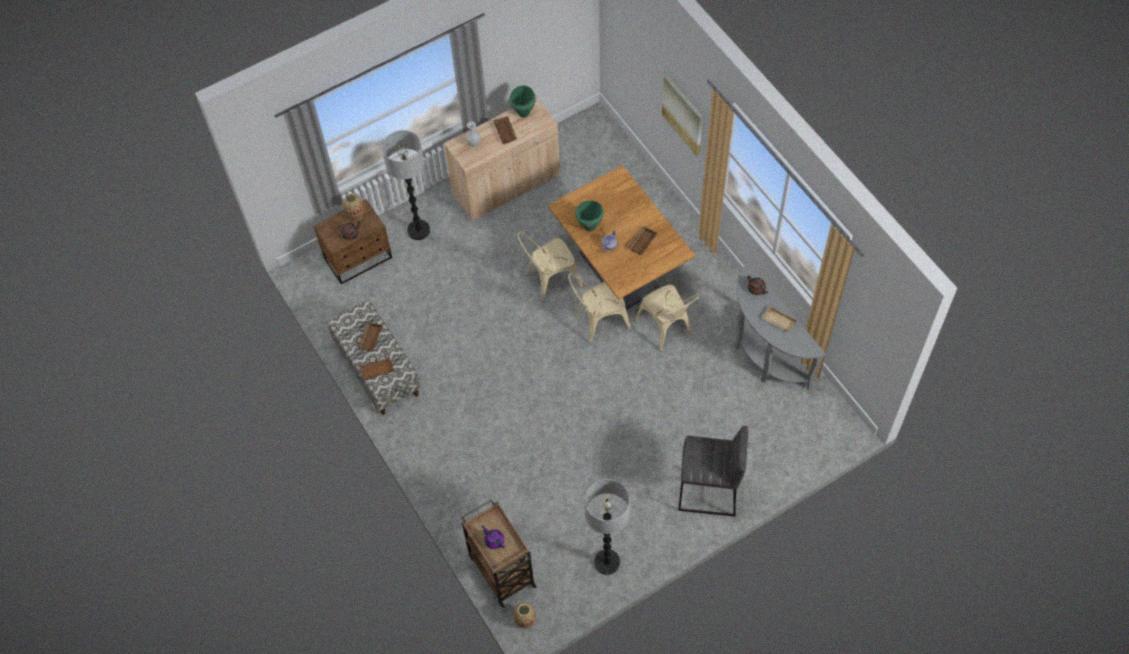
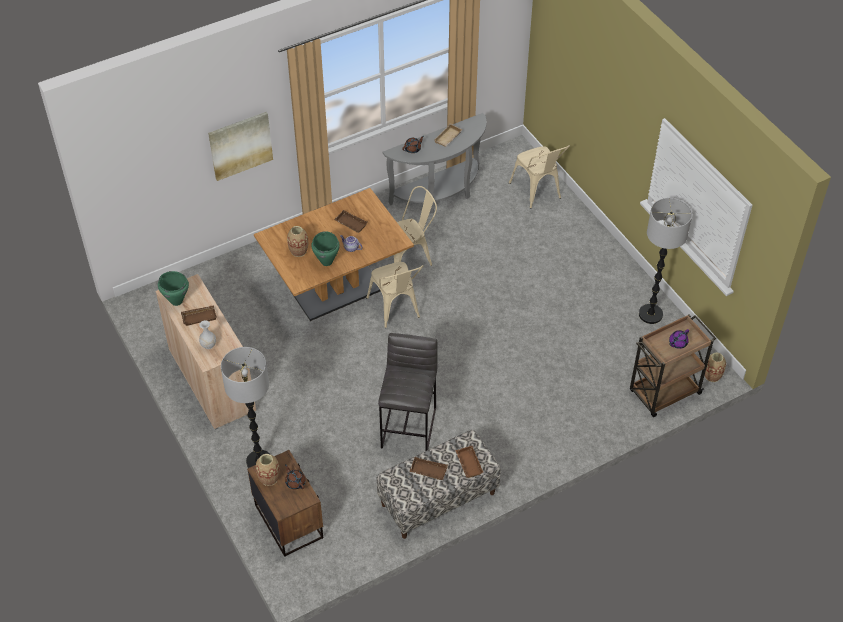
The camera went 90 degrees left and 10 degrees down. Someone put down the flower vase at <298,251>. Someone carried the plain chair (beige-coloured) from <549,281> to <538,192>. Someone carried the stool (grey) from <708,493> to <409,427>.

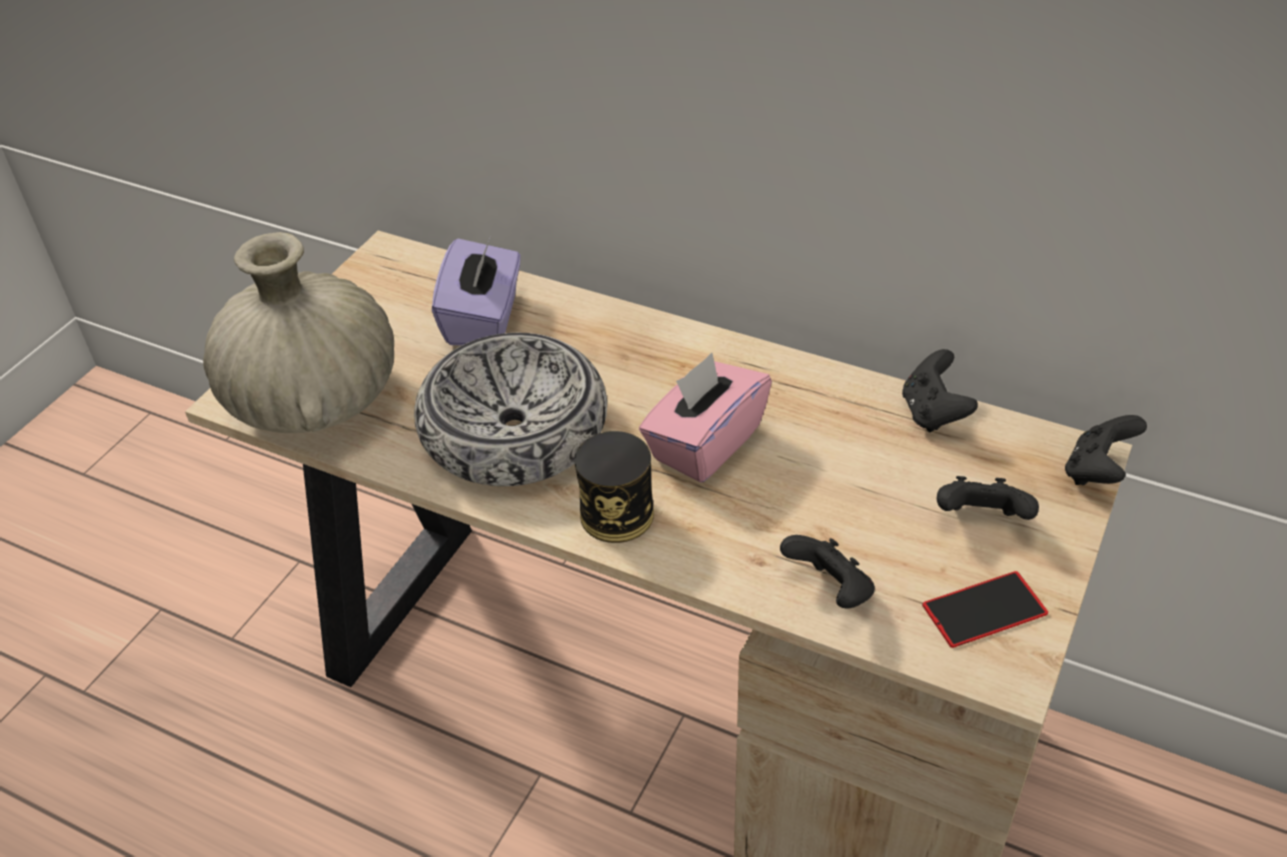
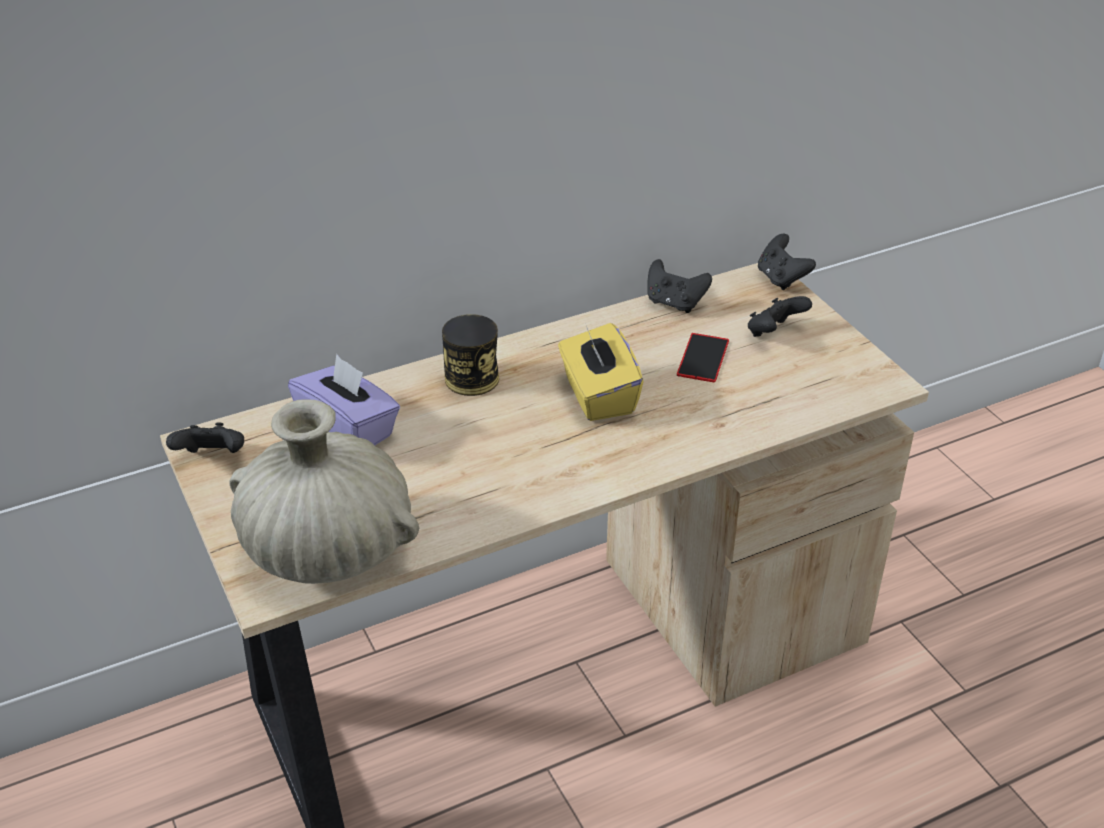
The camera went 55 degrees left and 5 degrees down. Someone took away the deep dish at <515,430>. Someone carried the can from <617,514> to <471,378>. Someone carried the gamepad (black-coloured) from <830,591> to <212,458>. Someone carried the telephone from <984,609> to <703,358>. Someone repainted the tissue holder (pinkish) at <705,443>, which became the tissue holder (yellowish) at <598,396>.

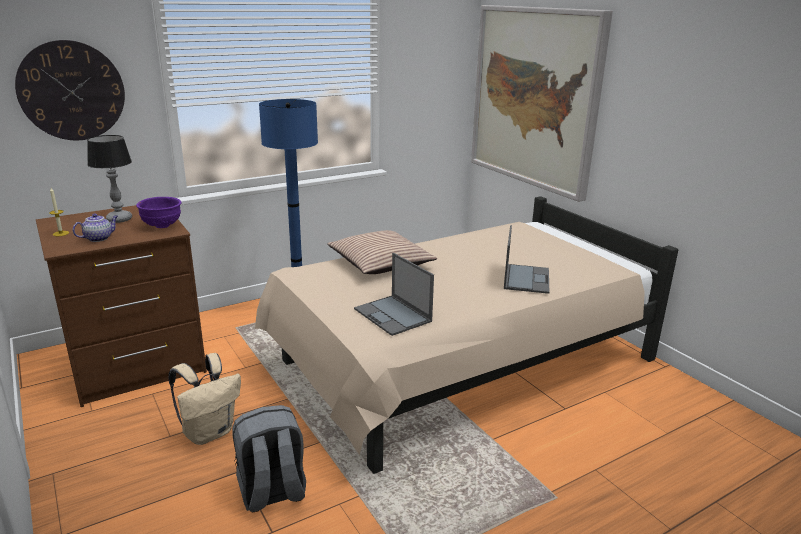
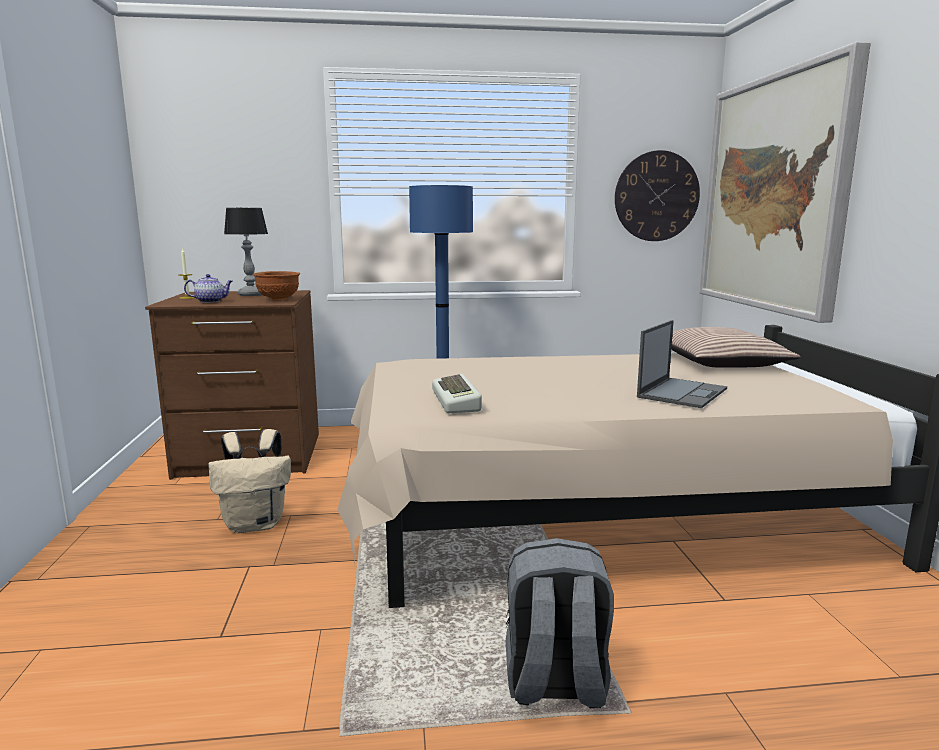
The camera went 25 degrees right and 10 degrees down. Someone carried the clock on the wall from <72,91> to <656,196>. Someone carried the backpack (grey) from <272,492> to <554,684>. Someone carried the cushion from <381,263> to <720,362>. Someone swapped the notebook computer at <393,315> for the keyboard at <458,401>. Someone repainted the deep dish (purple-coloured) at <162,226>, which became the deep dish (brownish) at <278,299>.

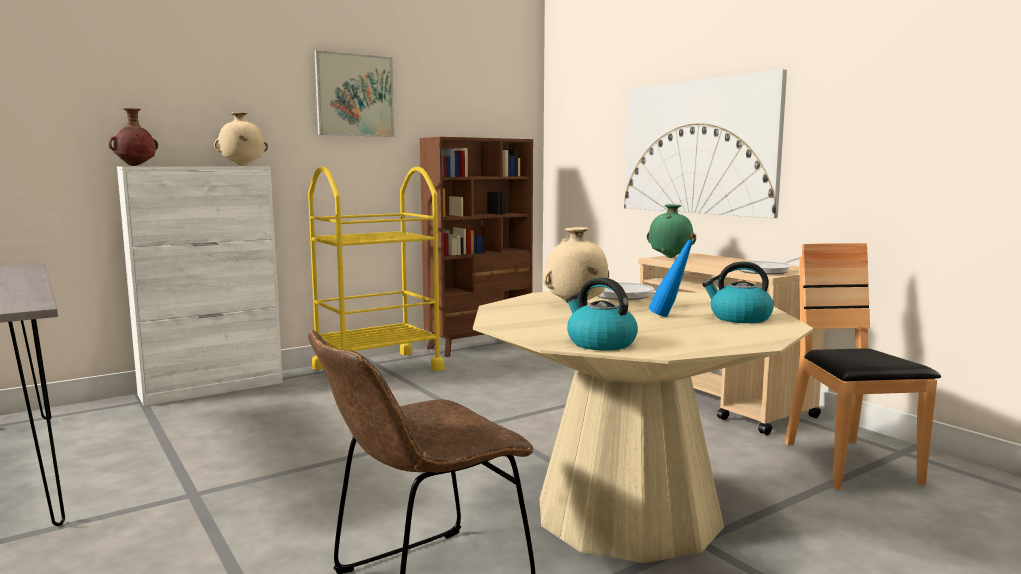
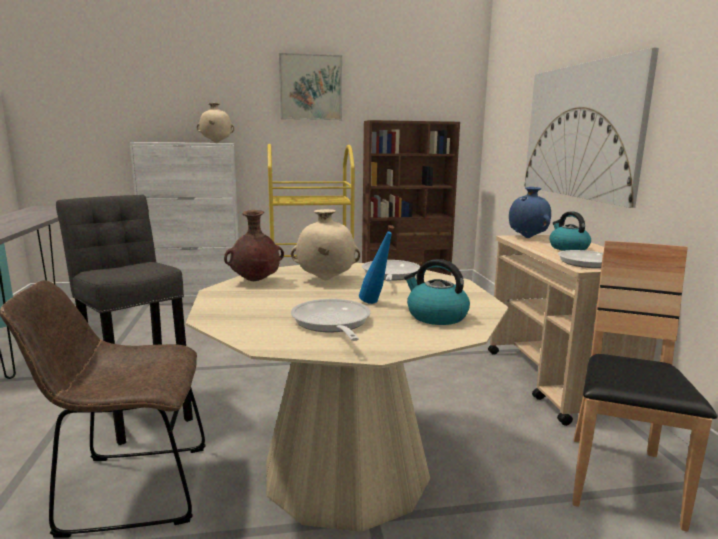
The camera went 25 degrees right and 5 degrees up. Someone put down the stool (grey) at <139,408>. Someone put down the pan at <331,323>. Someone carried the flower vase (brownish) from <135,166> to <255,282>. Someone carried the kettle from <600,343> to <568,248>. Someone repainted the flower vase (green-coloured) at <670,258>, which became the flower vase (blue) at <527,238>.

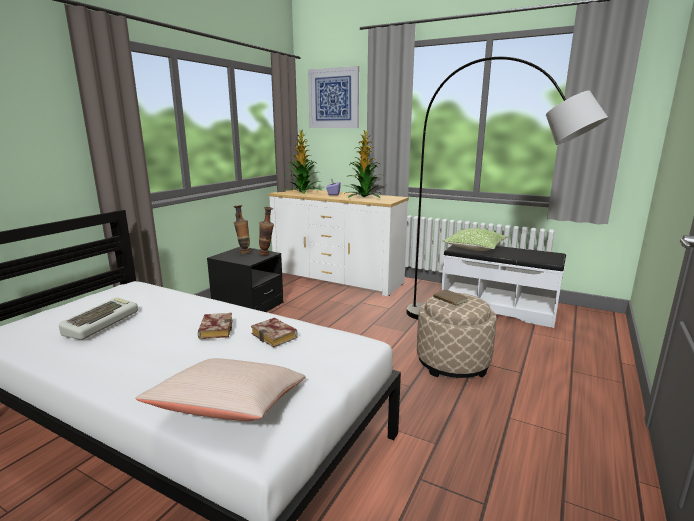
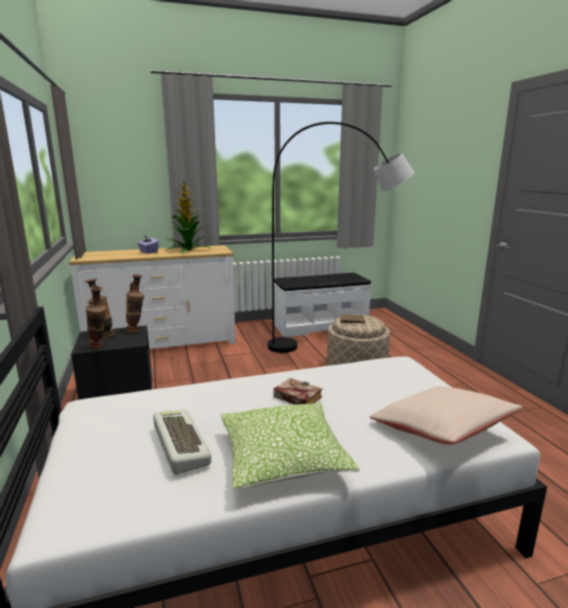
The camera went 45 degrees left and 0 degrees up. Someone took away the volume at <276,336>. Someone took away the plant in a pot at <303,192>. Someone took away the wall picture at <333,98>. Someone put down the flower vase at <99,347>. Someone carried the cushion from <474,248> to <283,458>.

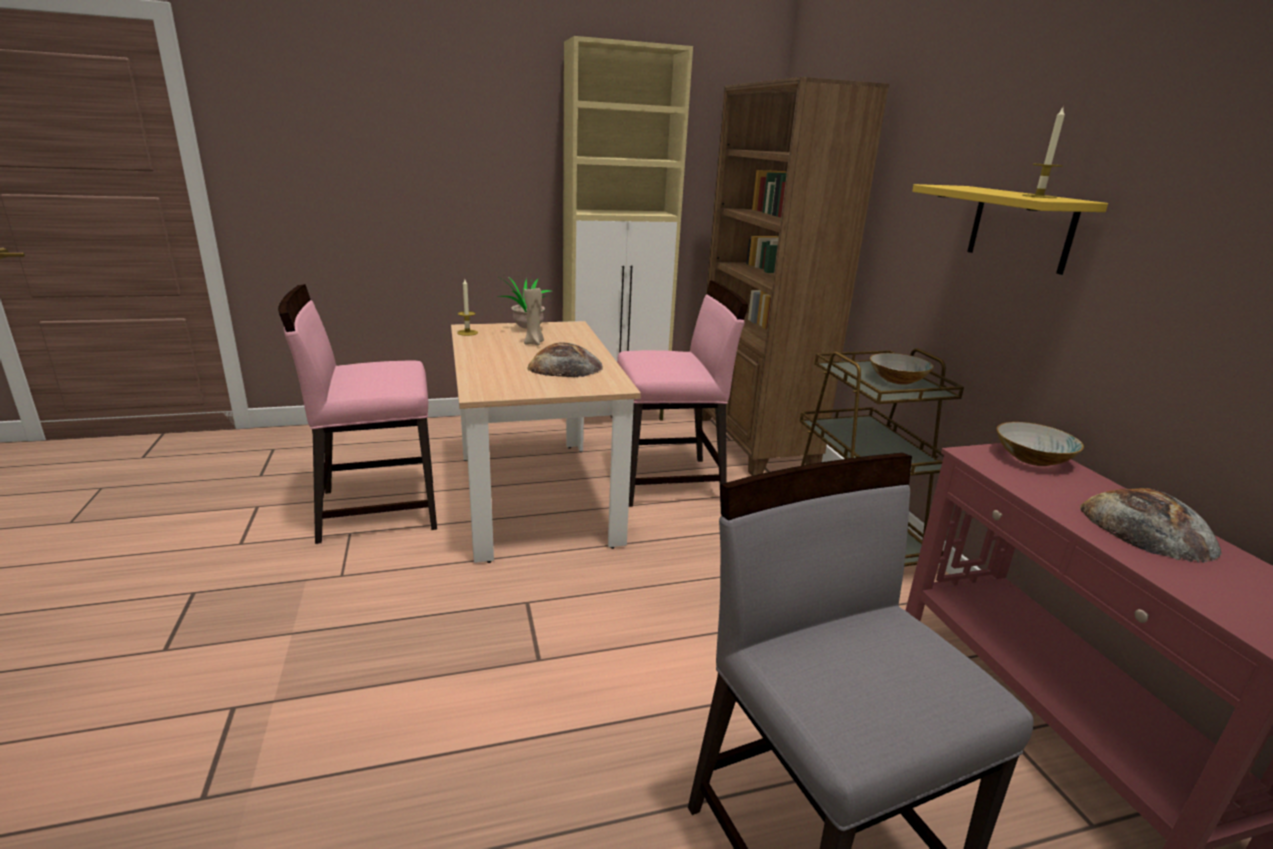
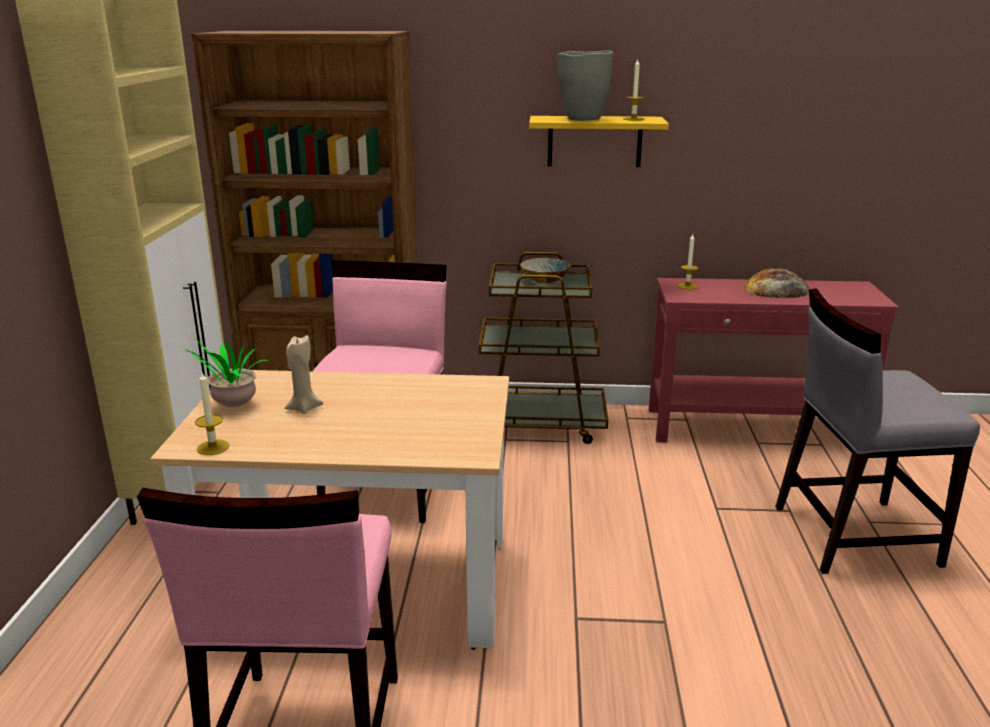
The camera went 70 degrees left and 0 degrees up. Someone took away the baked bread at <565,366>. Someone put down the flower vase (grey) at <582,119>. Someone swapped the deep dish at <1032,459> for the wax candle at <687,286>.

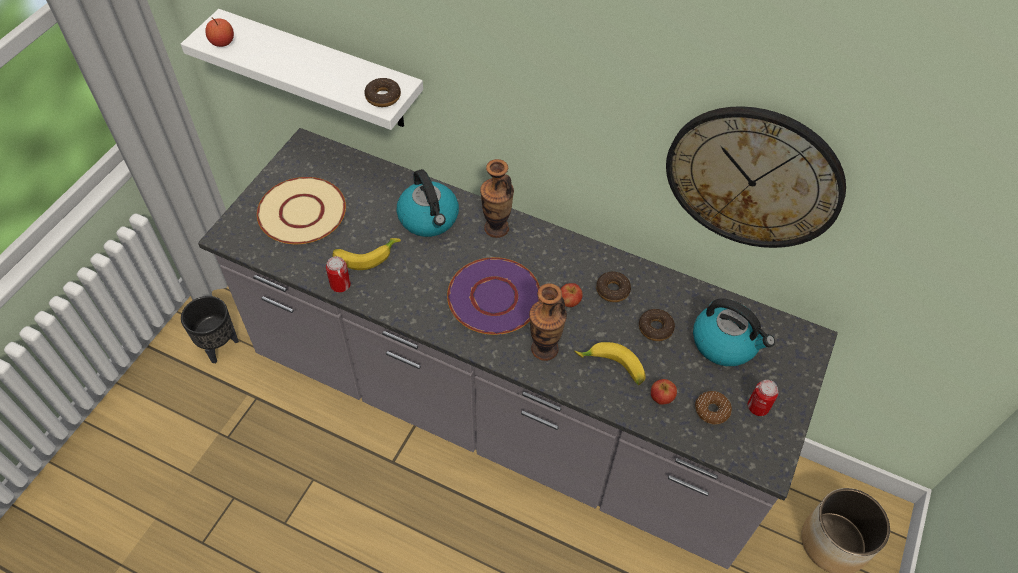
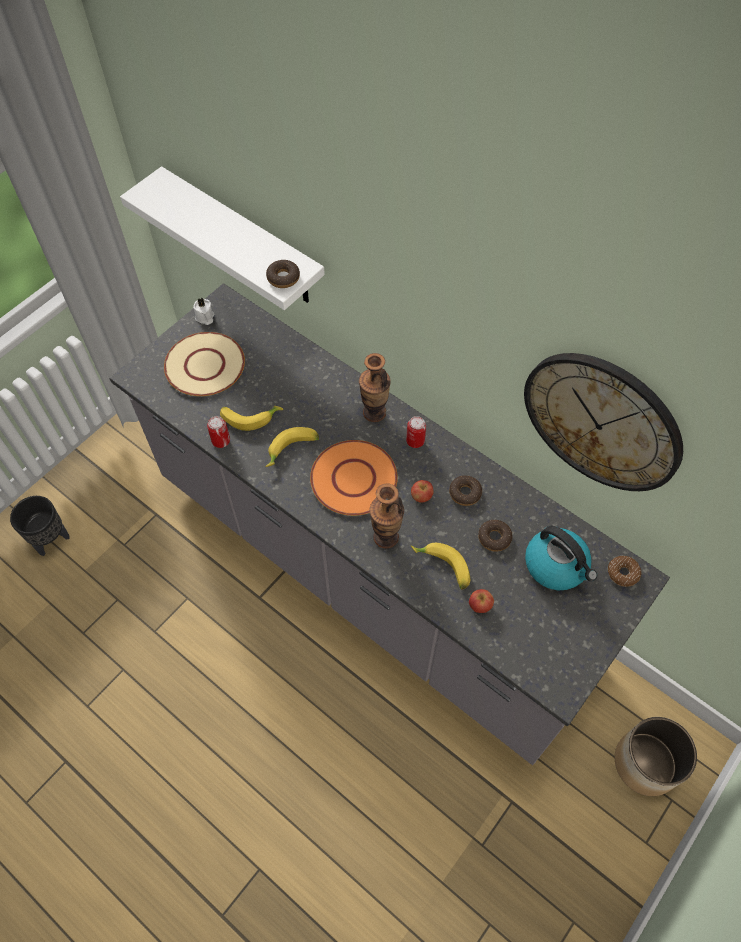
The camera went 15 degrees right and 5 degrees up. Someone took away the apple at <222,42>. Someone took away the kettle at <429,219>. Someone put down the wax candle (white) at <205,318>. Someone put down the banana fruit at <292,451>. Someone carried the plant pot (black-coloured) from <219,347> to <50,540>. Someone carried the ring doughnut from <712,410> to <623,573>. Someone carried the can from <758,407> to <415,441>. Someone repainted the plate (purple-coloured) at <494,297>, which became the plate (orange-coloured) at <354,478>.

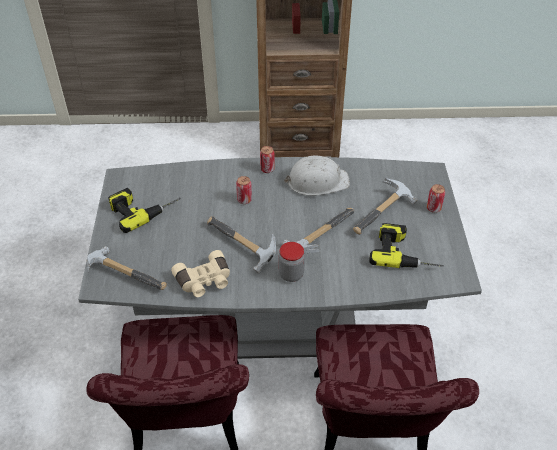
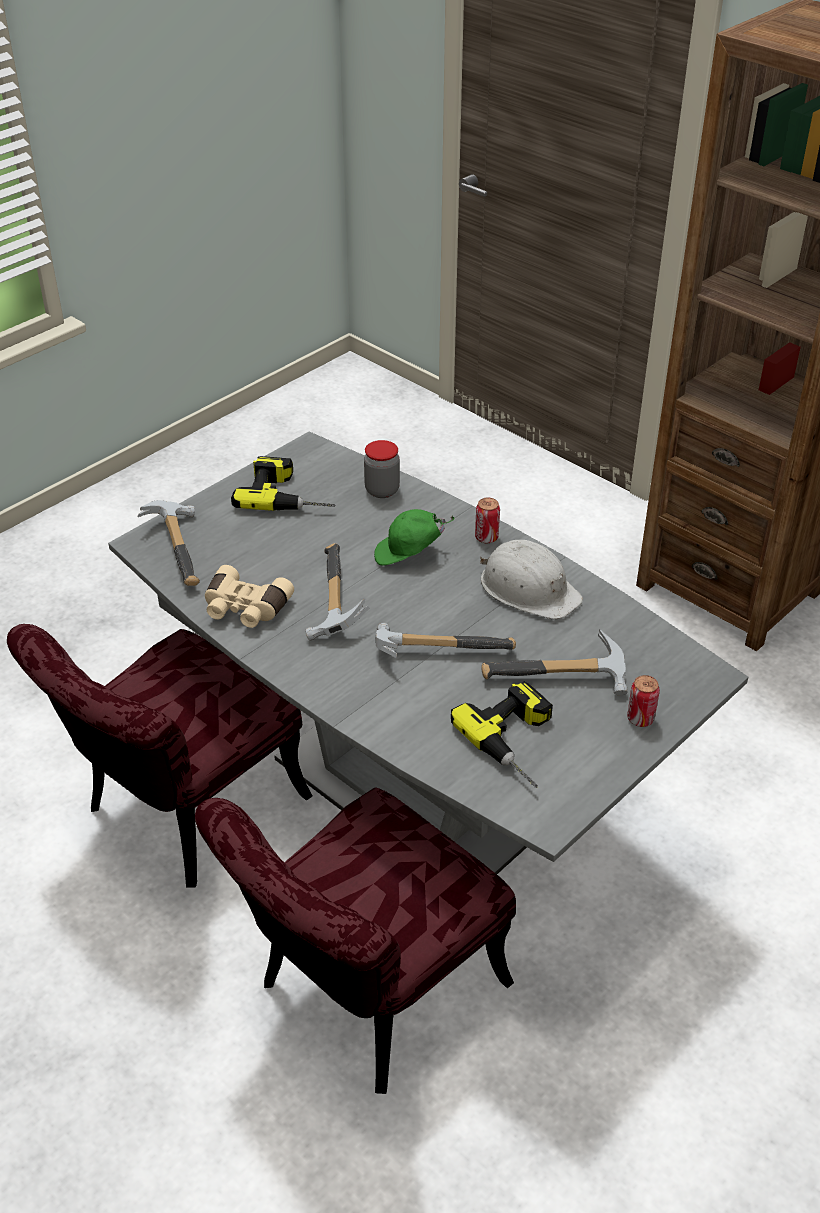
The camera went 45 degrees right and 5 degrees down. Someone carried the jar from <291,274> to <382,490>. Someone swapped the can at <244,200> for the cap (green-coloured) at <409,554>.

